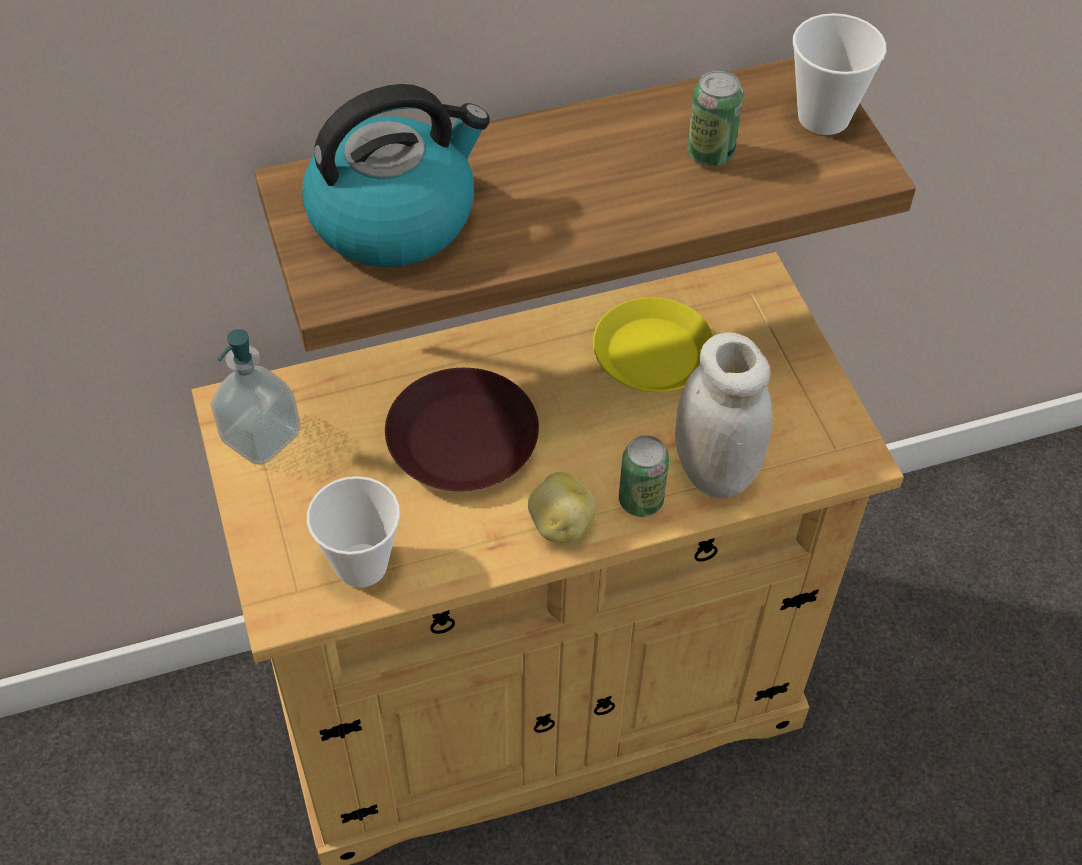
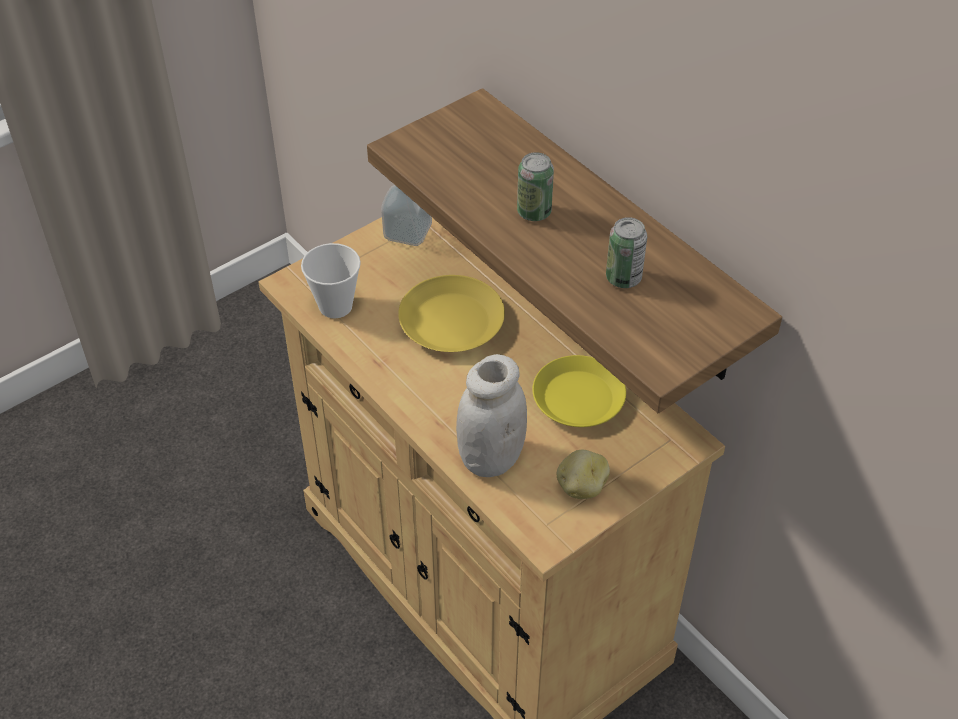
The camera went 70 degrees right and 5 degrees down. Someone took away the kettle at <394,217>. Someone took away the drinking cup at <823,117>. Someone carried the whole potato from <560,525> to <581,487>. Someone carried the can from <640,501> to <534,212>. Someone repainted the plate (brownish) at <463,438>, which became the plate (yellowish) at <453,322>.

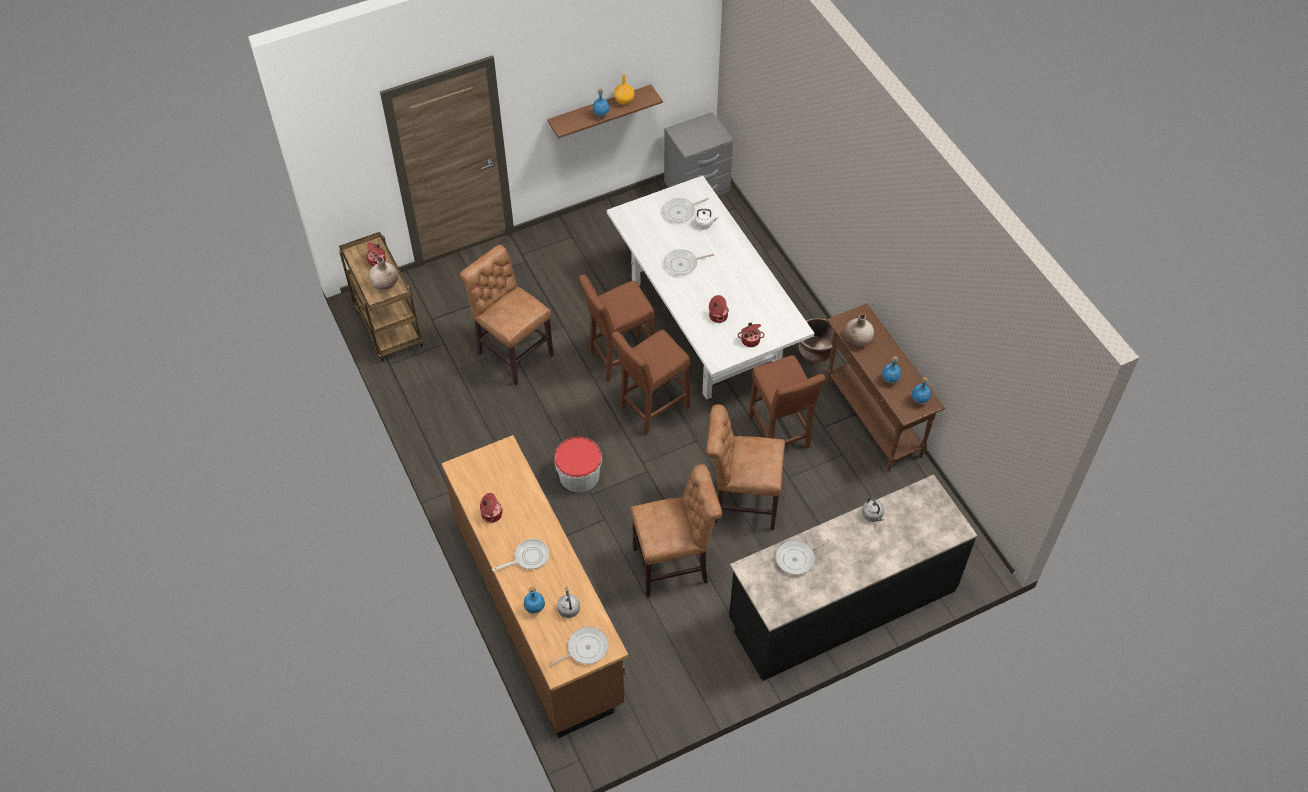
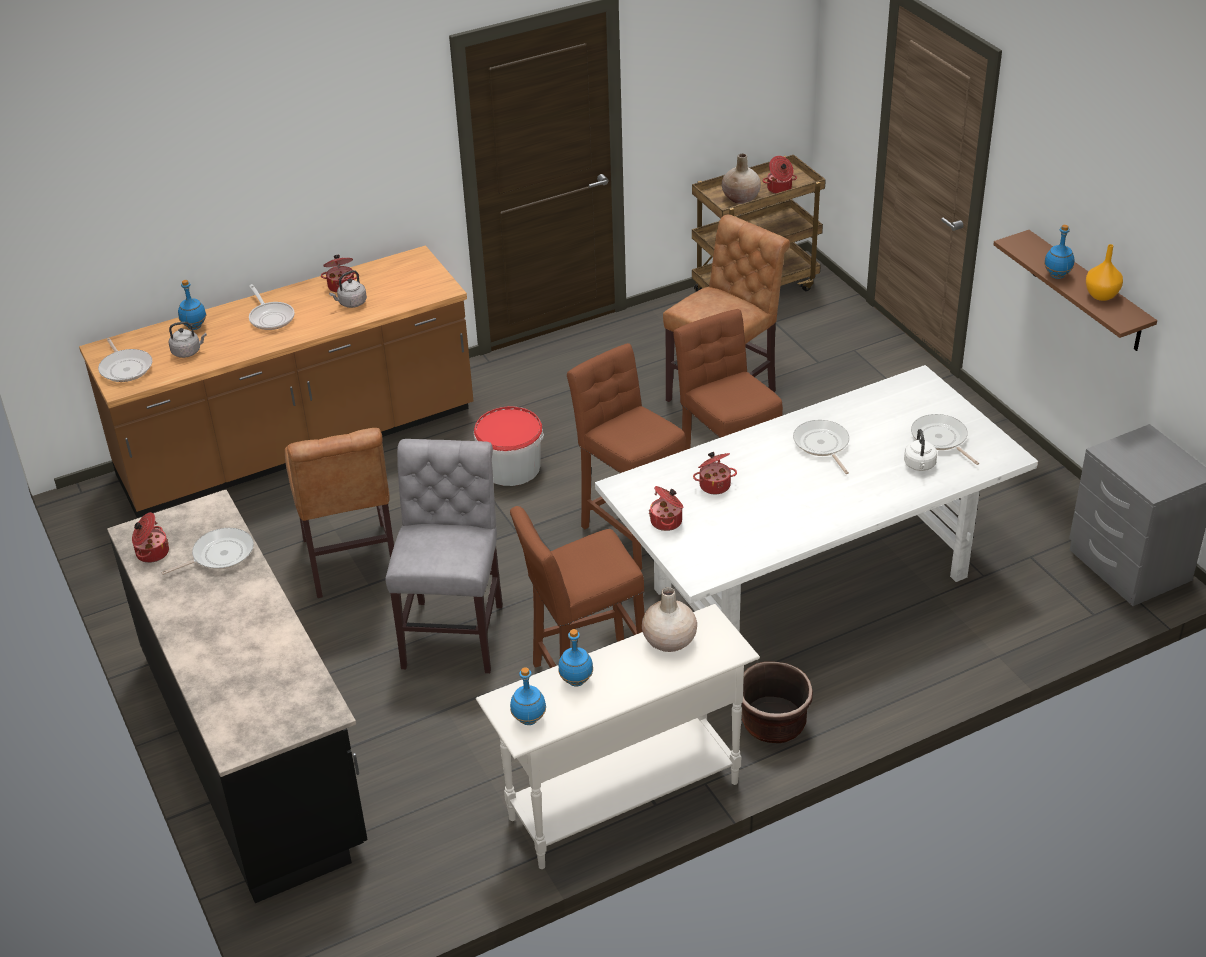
The camera went 90 degrees right and 15 degrees down. Someone put down the cooking pot at <151,552>. Someone carried the kettle (grey) from <872,515> to <351,303>. Someone repainted the plain chair (brownish) at <741,502>, which became the plain chair (grey) at <455,631>. Someone repainted the console table (brownish) at <873,419>, which became the console table (white) at <623,800>. Someone rotated the pan at <797,558> by 90 degrees clockwise.

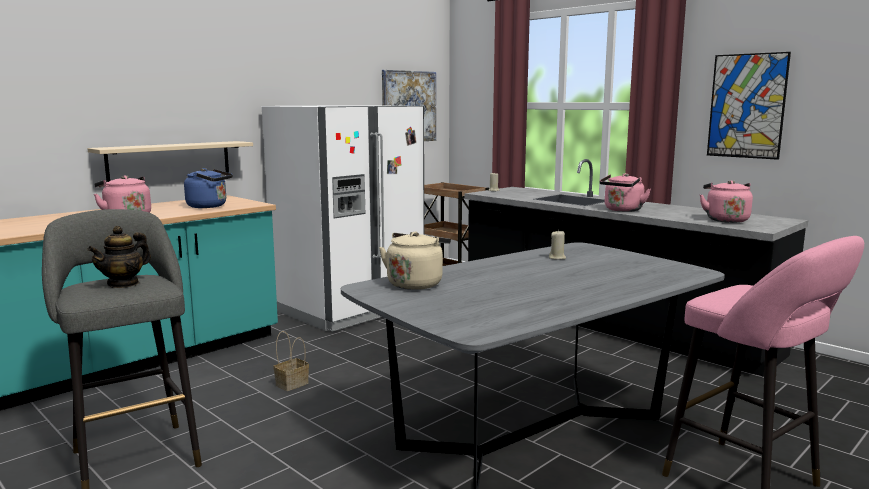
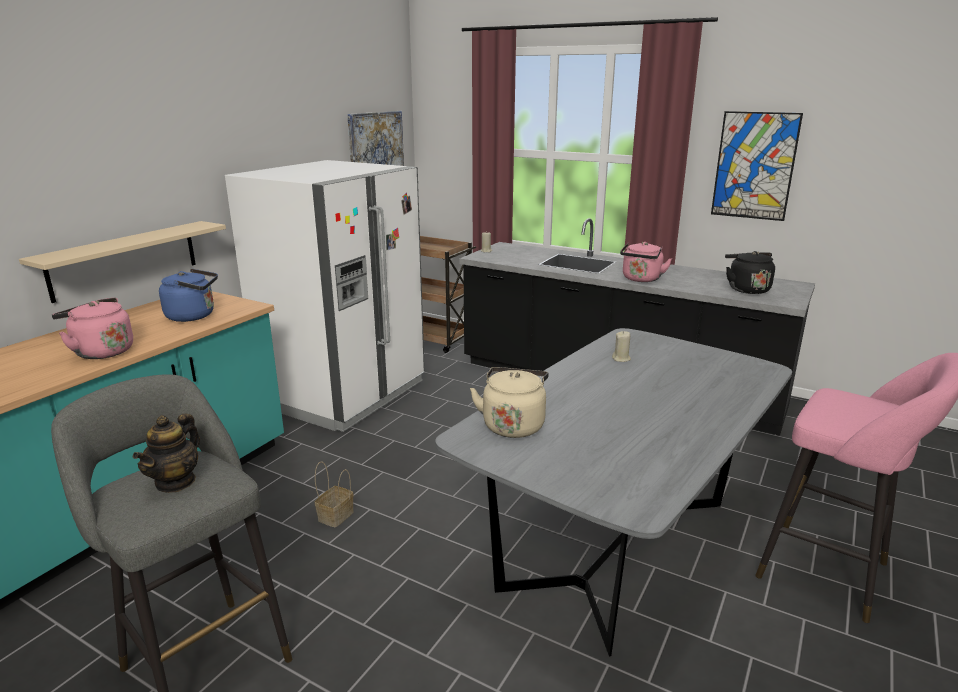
The camera went 15 degrees left and 10 degrees up. Someone repainted the kettle (pinkish) at <725,220>, which became the kettle (black-coloured) at <746,289>.

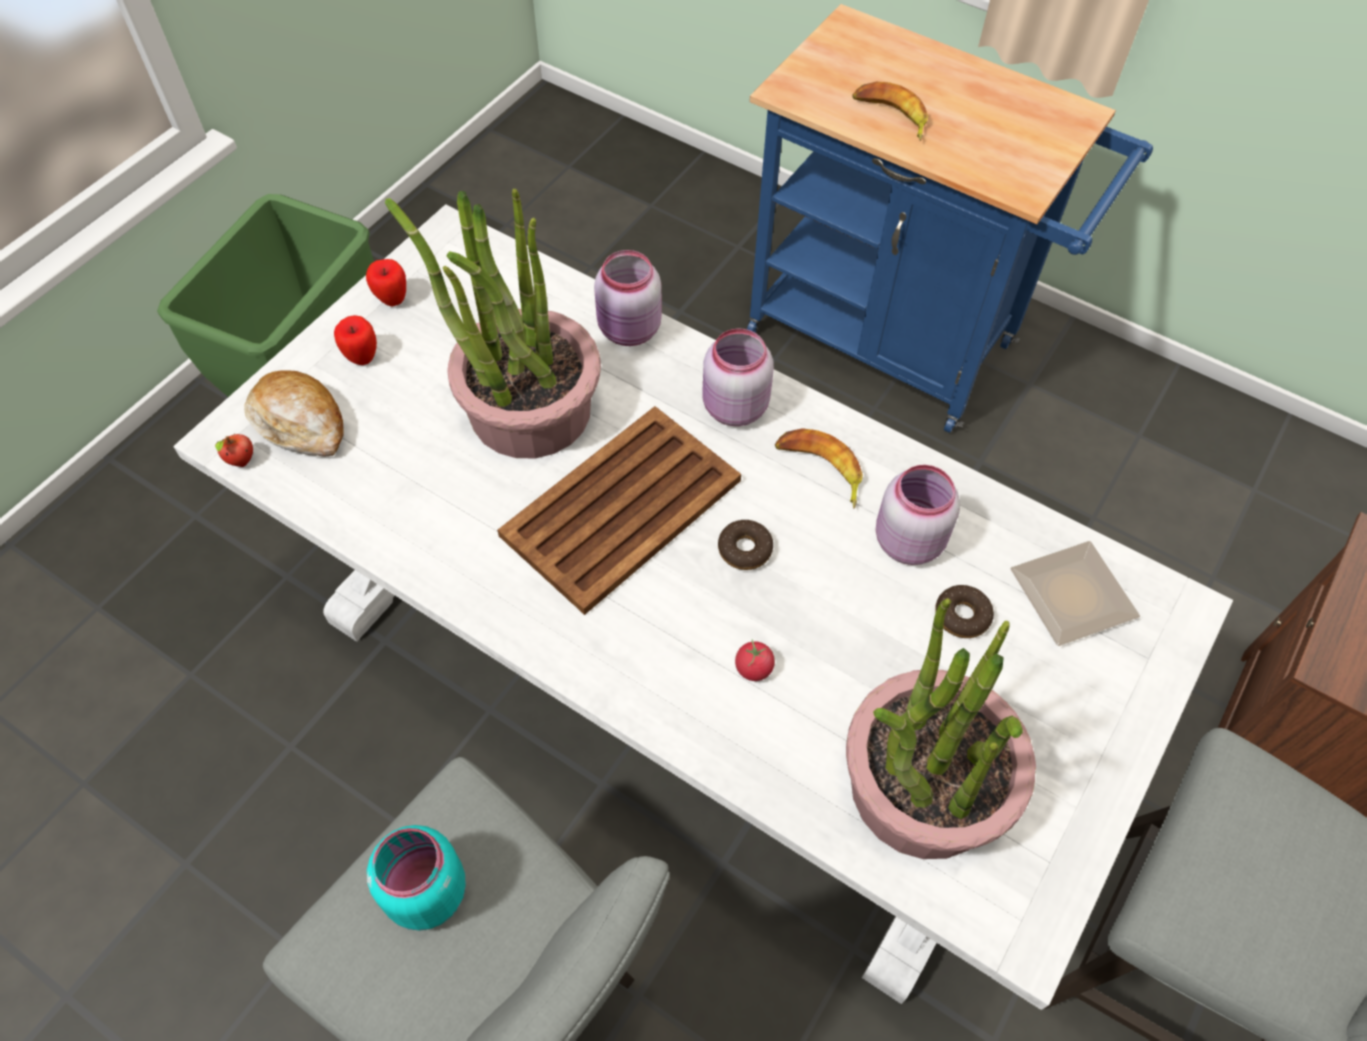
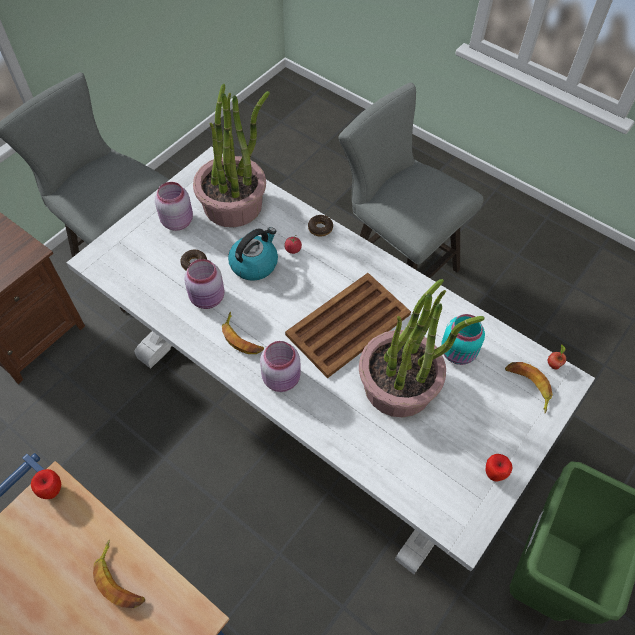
The camera went 175 degrees left and 0 degrees up. Someone took away the plate at <1067,594>. Someone put down the kettle at <254,263>. Someone carried the apple from <362,357> to <53,491>. Someone carried the jar (blue-green) from <425,890> to <459,353>. Someone carried the jar (pinkish) from <629,331> to <177,220>. Someone carried the ring doughnut from <745,549> to <320,228>. Someone swapped the baked bread at <300,422> for the banana fruit at <528,386>.

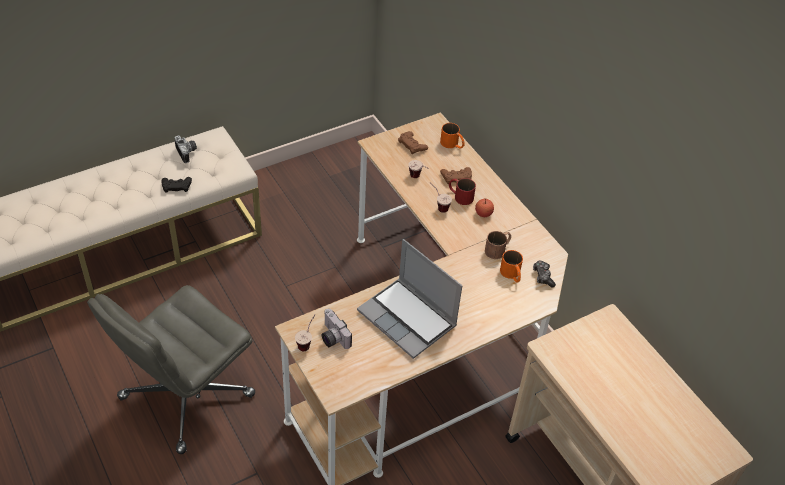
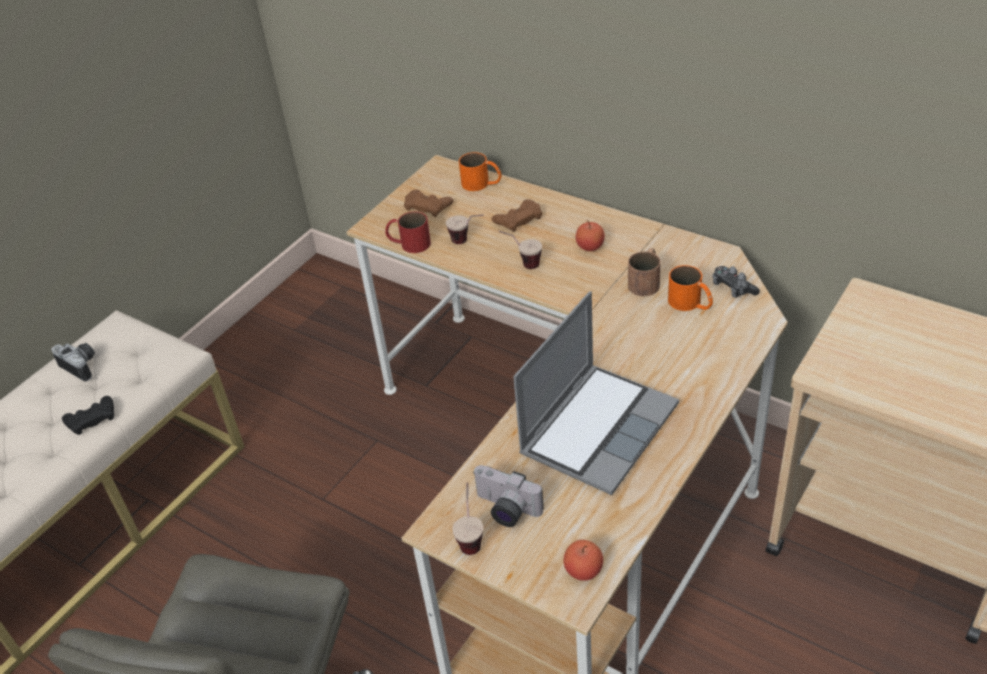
The camera went 20 degrees left and 5 degrees down. Someone put down the apple at <583,570>. Someone carried the coffee mug (reddish) from <460,196> to <408,243>. Someone rotated the notebook computer at <408,319> by 75 degrees counterclockwise.

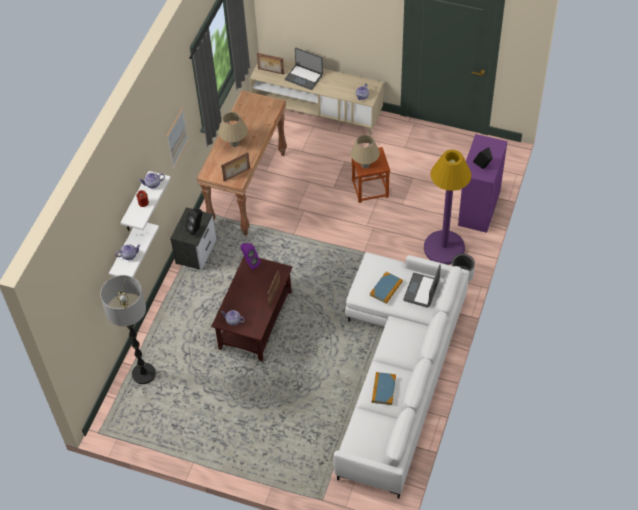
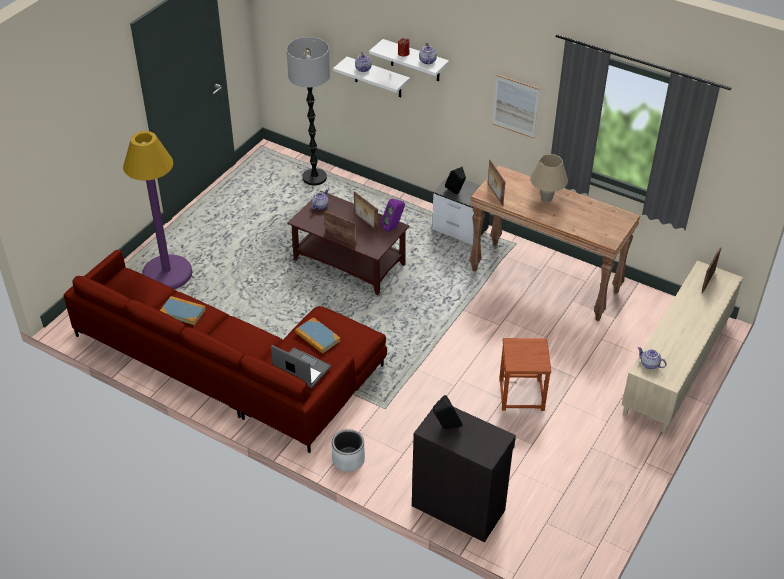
The camera went 100 degrees right and 10 degrees down. Someone took away the notebook computer at <304,77>. Someone took away the tabletop lamp (beige-coloured) at <365,165>. Someone put down the picture frame at <365,222>. Someone carried the floor lamp (purple-coloured) from <444,248> to <167,273>. Someone repainted the couch (white) at <397,371>, which became the couch (reddish) at <231,366>. Someone repainted the cabinet (purple-coloured) at <478,208>, which became the cabinet (black-coloured) at <458,506>.

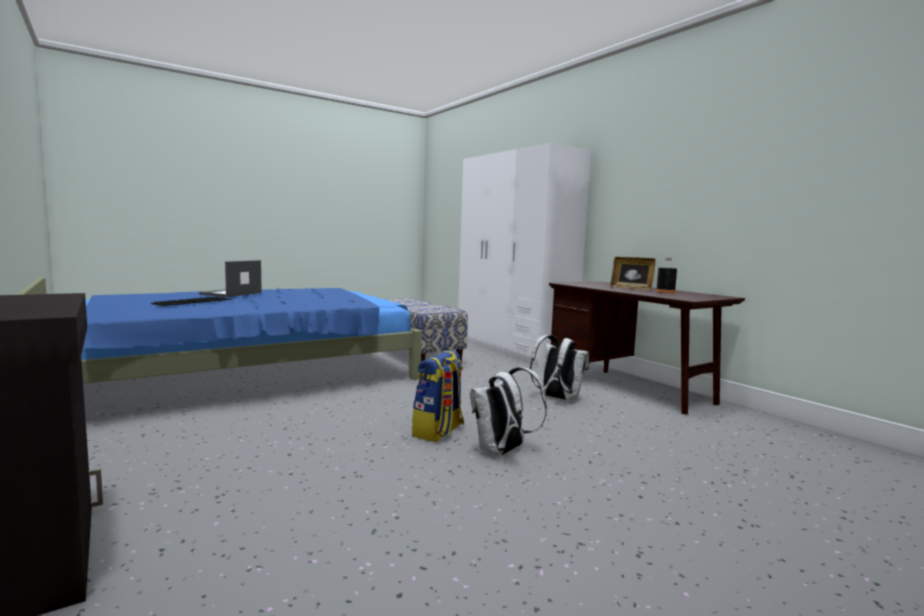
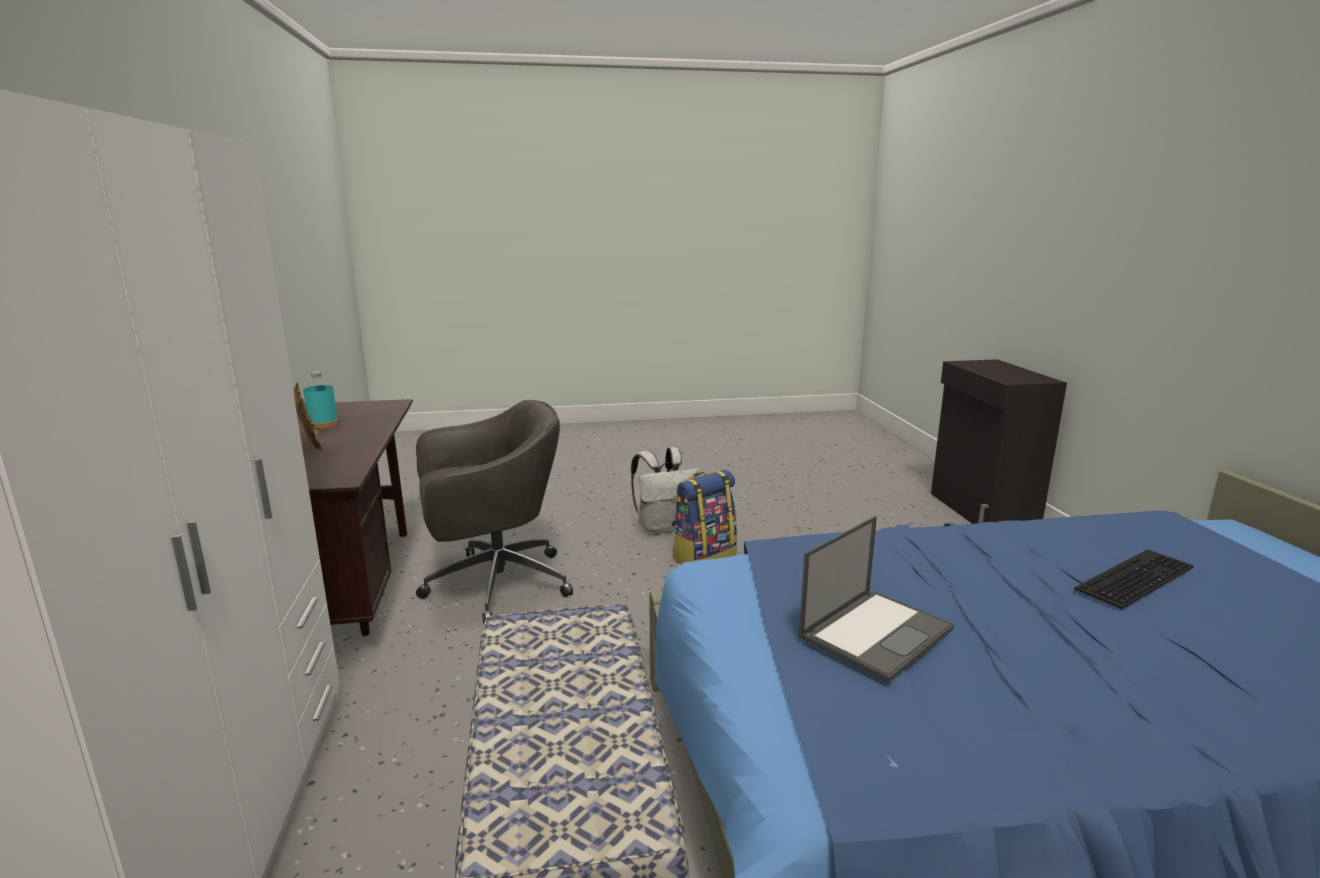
The camera went 155 degrees left and 10 degrees up. Someone carried the notebook computer from <231,293> to <876,632>. Someone swapped the backpack (white) at <557,398> for the desk chair (grey) at <494,585>. Someone repainted the drink bottle (black-coloured) at <665,292>, which became the drink bottle (blue-green) at <323,424>.

